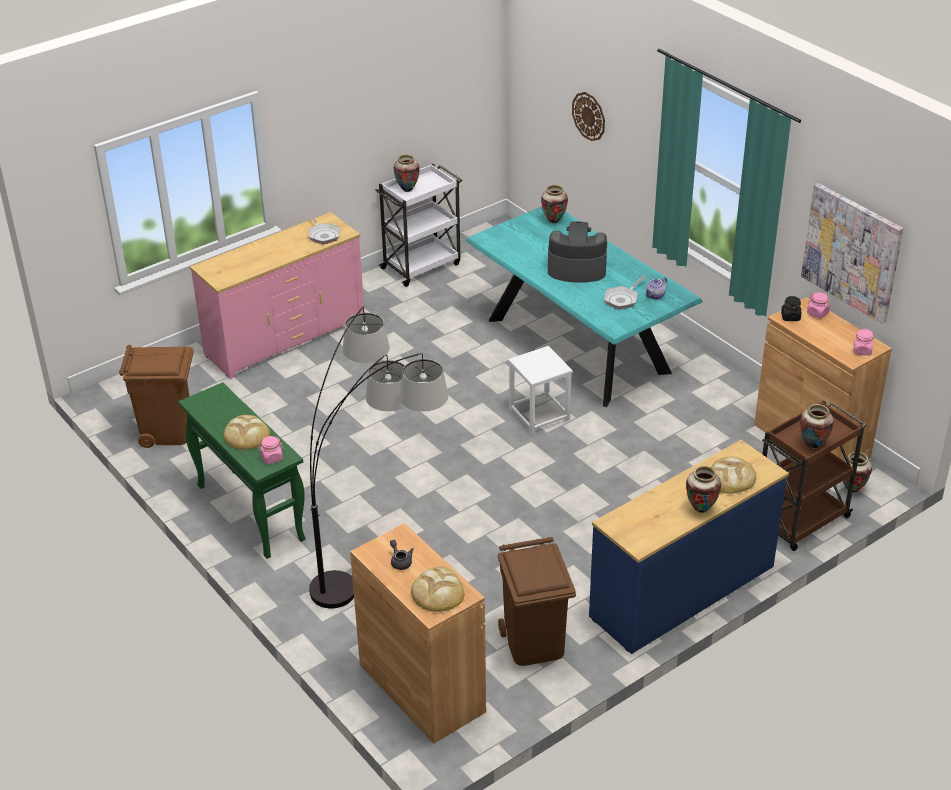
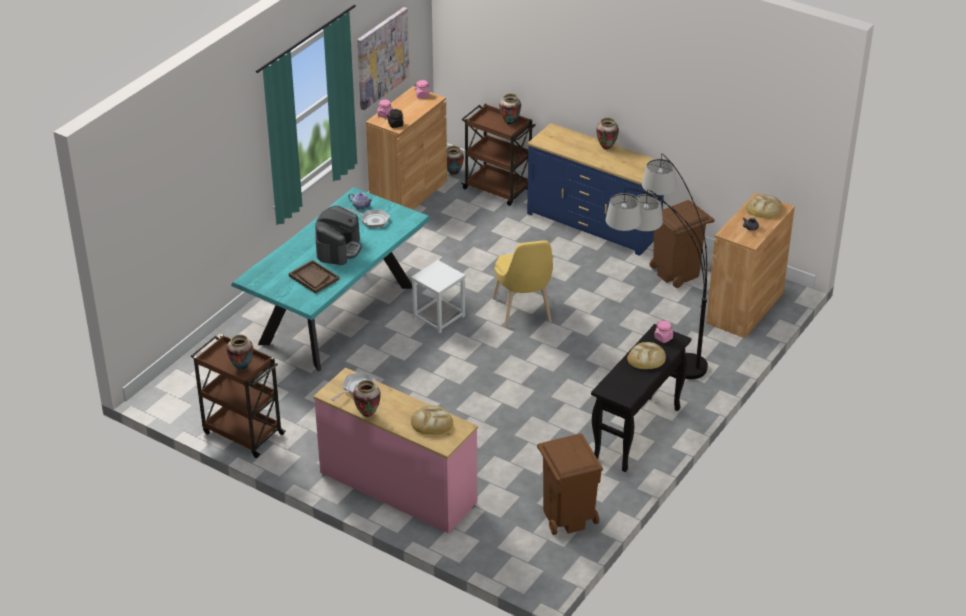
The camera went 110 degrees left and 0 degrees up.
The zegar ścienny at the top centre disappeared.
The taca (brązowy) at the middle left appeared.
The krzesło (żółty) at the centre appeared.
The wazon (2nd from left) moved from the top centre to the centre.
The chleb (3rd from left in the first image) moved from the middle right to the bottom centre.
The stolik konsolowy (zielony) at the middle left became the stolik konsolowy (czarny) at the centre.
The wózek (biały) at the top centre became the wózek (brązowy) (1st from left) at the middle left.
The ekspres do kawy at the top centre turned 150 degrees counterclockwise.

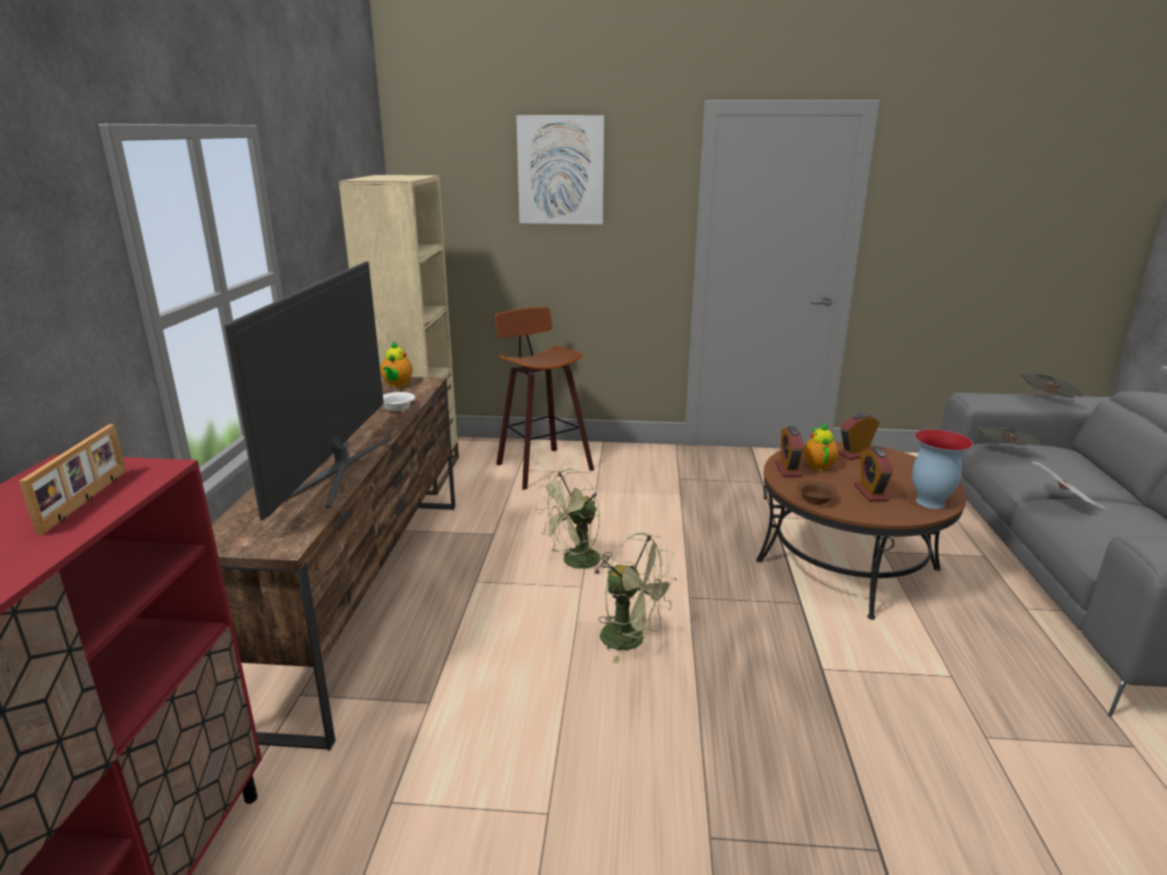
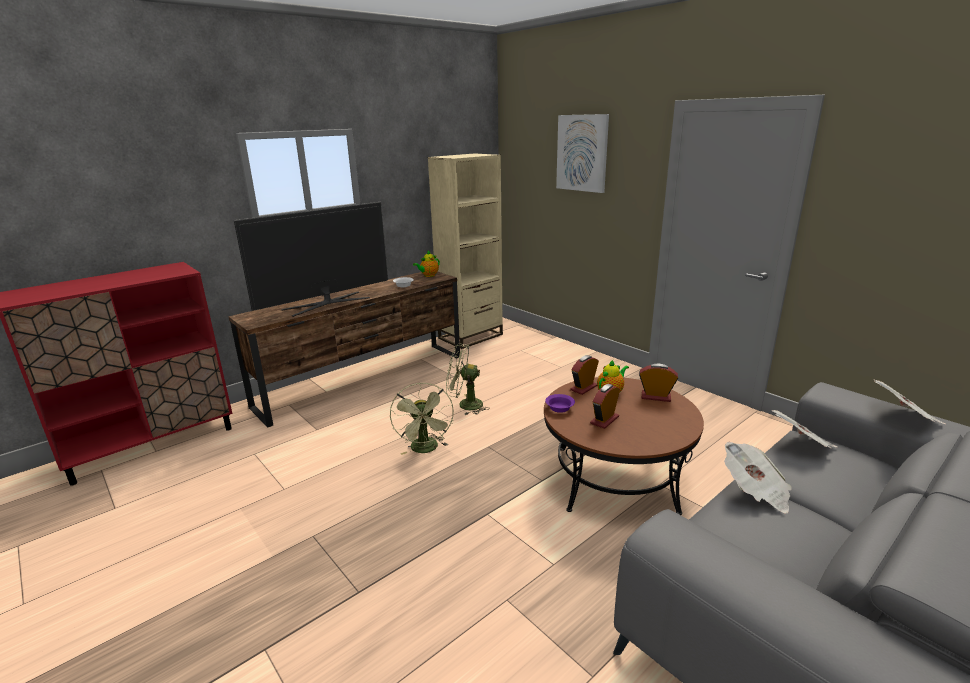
The camera went 45 degrees right and 0 degrees up.
The ramka na zdjęcie at the middle left disappeared.
The stołek at the centre disappeared.
The wazon at the middle right disappeared.
The miska (brązowy) at the middle right became the miska (fioletowy) at the centre.

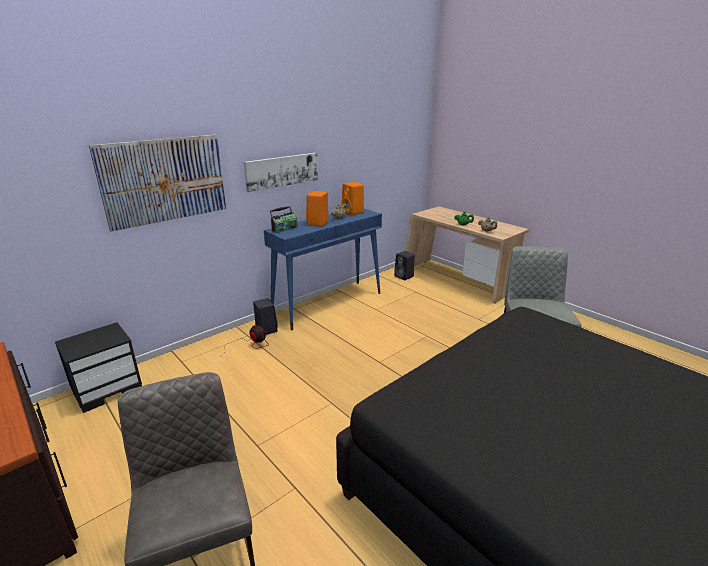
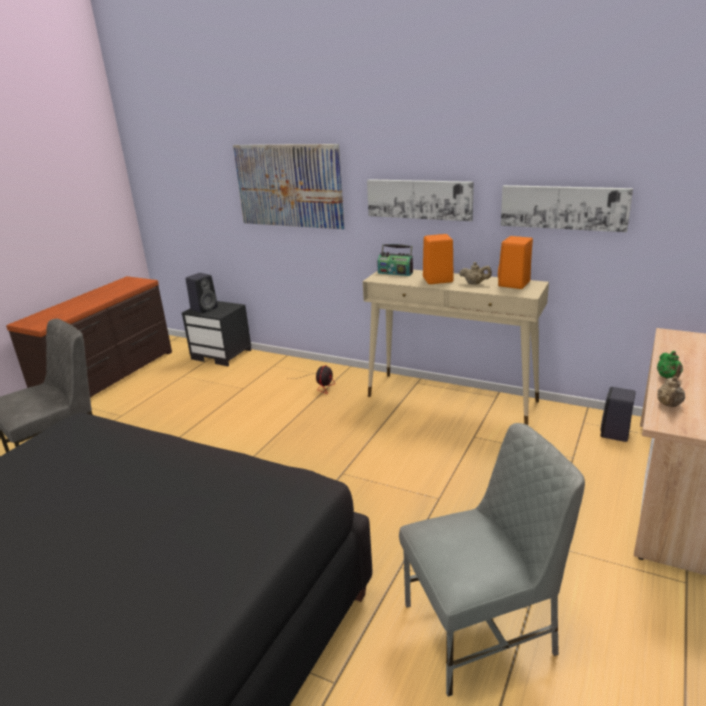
The camera went 70 degrees right and 0 degrees up.
The obraz (3rd from left) at the top right appeared.
The głośnik (czarny) (1st from left) moved from the centre to the middle left.
The stolik konsolowy (niebieski) at the centre became the stolik konsolowy (beżowy) at the centre.

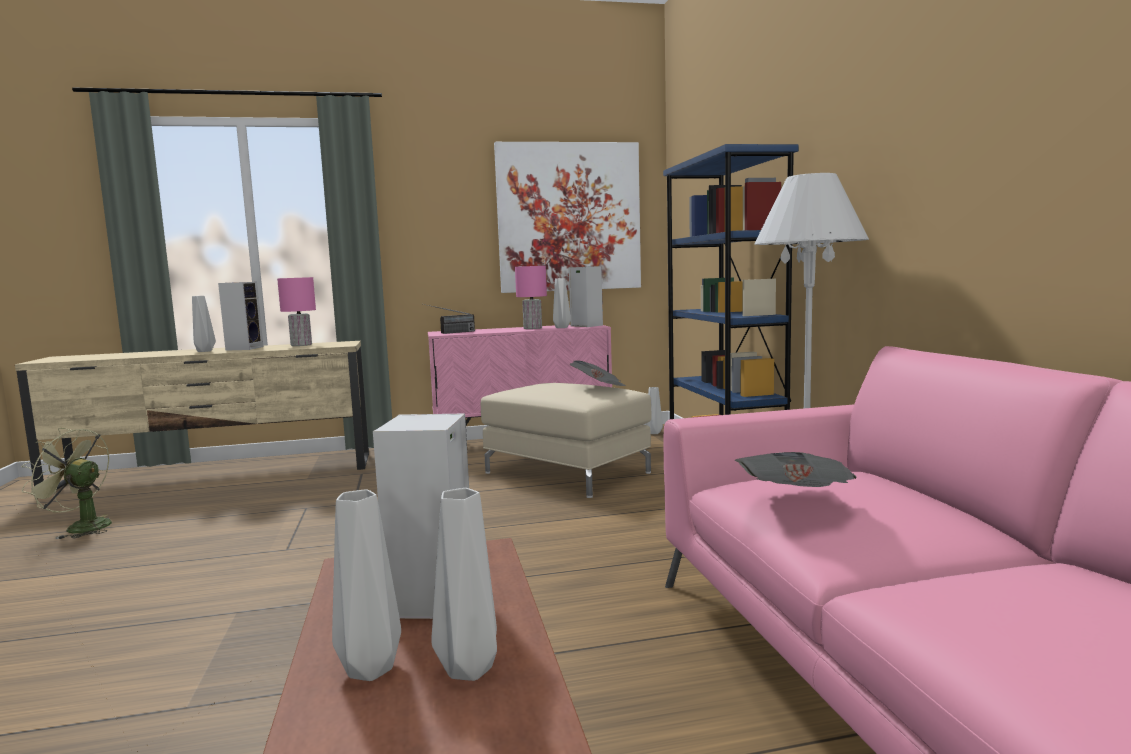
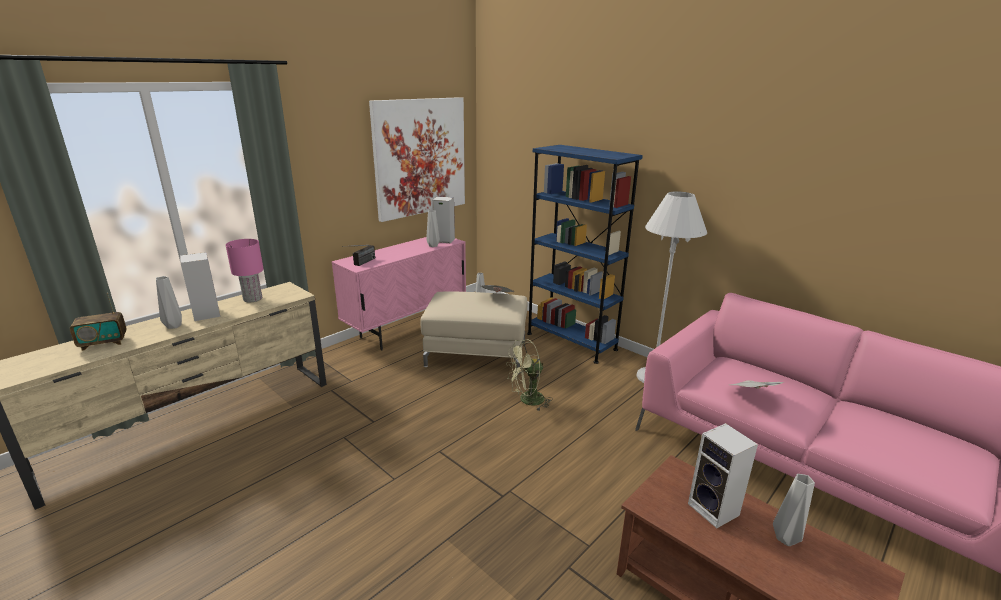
The camera went 35 degrees left and 15 degrees up.
The wazon (szary) (2nd from left) at the bottom left disappeared.
The lampa stołowa (różowy) (2nd from left) at the centre disappeared.
The radio (1st from left) at the middle left appeared.
The wentylator (zielony) moved from the middle left to the centre.

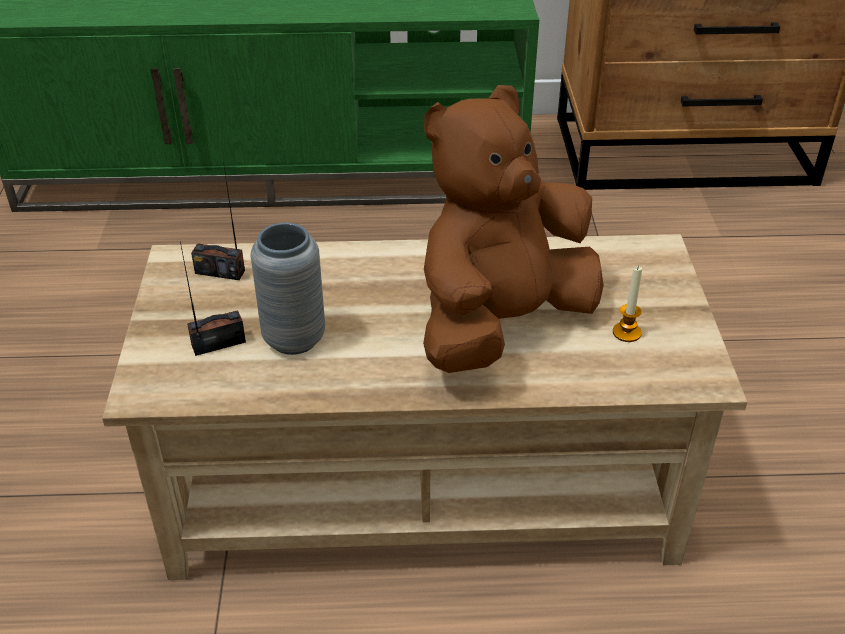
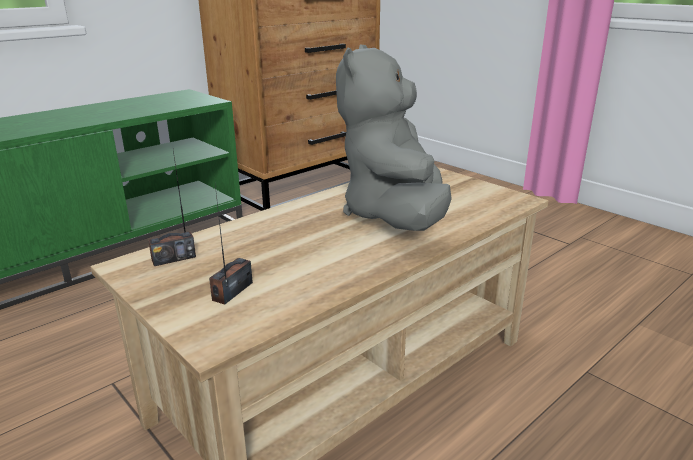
The camera went 40 degrees left and 15 degrees down.
The wazon (szary) at the centre disappeared.
The świeca at the middle right disappeared.
The pluszak (brązowy) at the centre became the pluszak (szary) at the top centre.

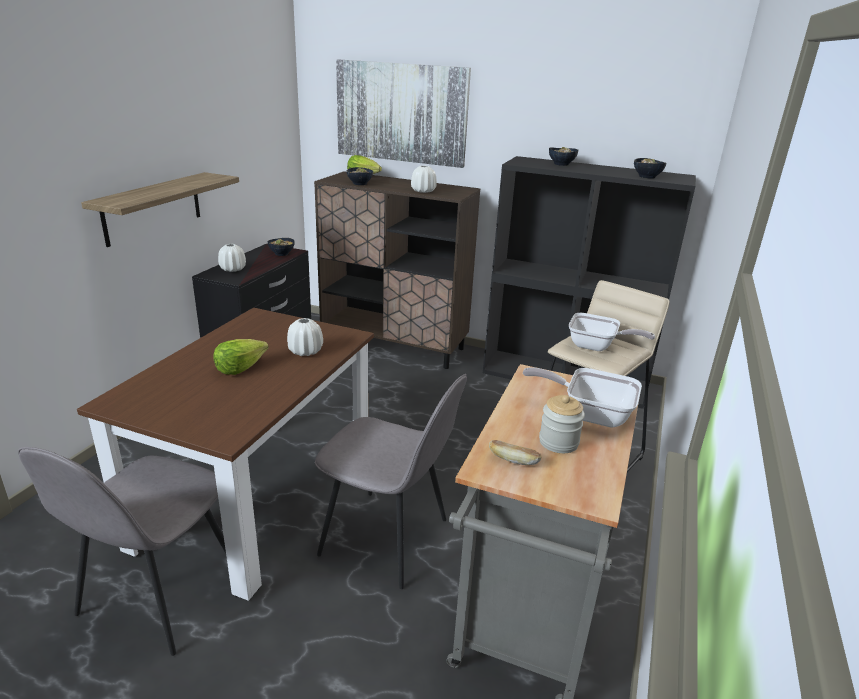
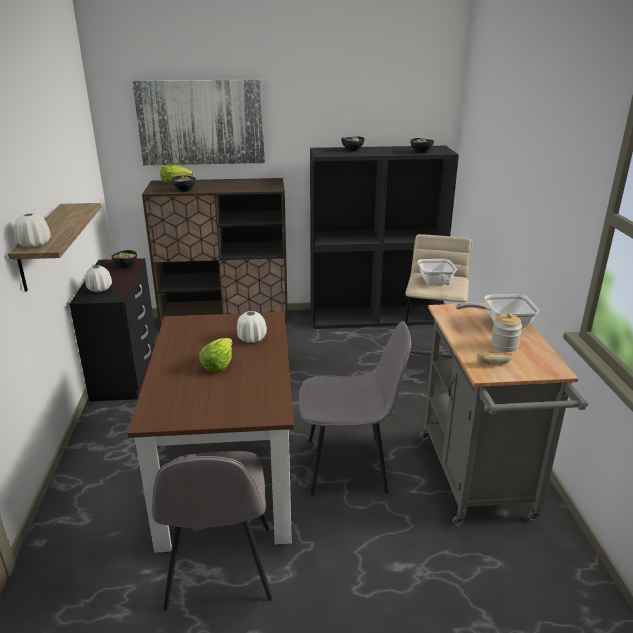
The camera went 25 degrees left and 0 degrees up.
The wazon (biały) (3rd from left in the first image) moved from the top centre to the middle left.
The patelnia (2nd from left in the first image) at the middle right turned 90 degrees clockwise.

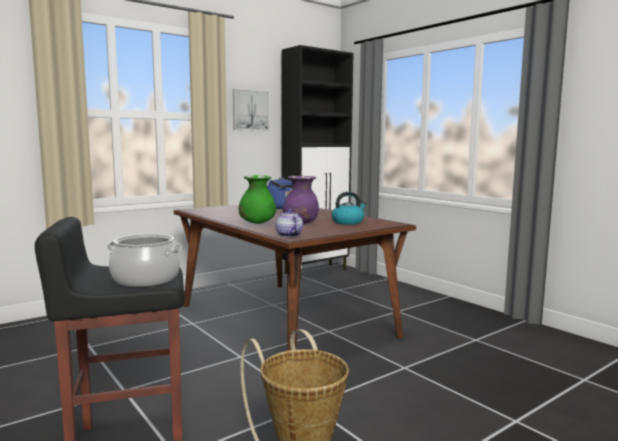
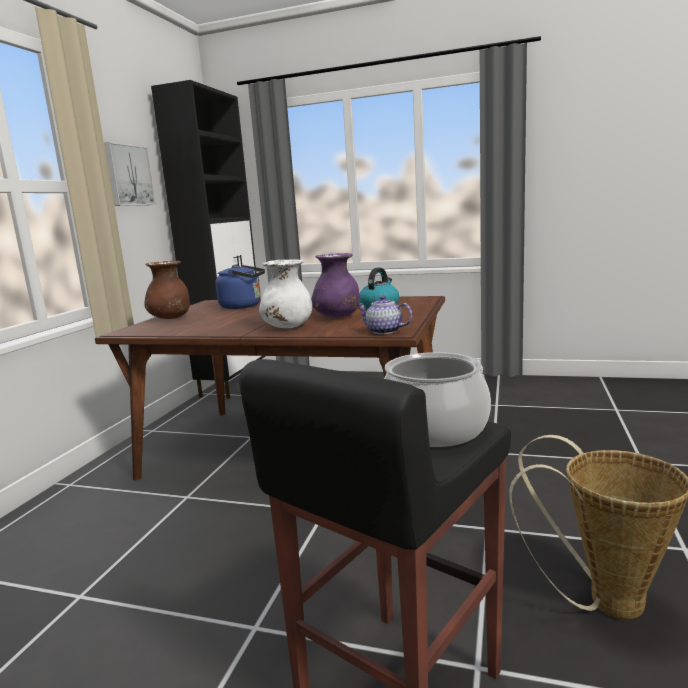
The camera went 35 degrees left and 5 degrees up.
The wazon (brązowy) at the middle left appeared.
The wazon (zielony) at the centre became the wazon (biały) at the centre.

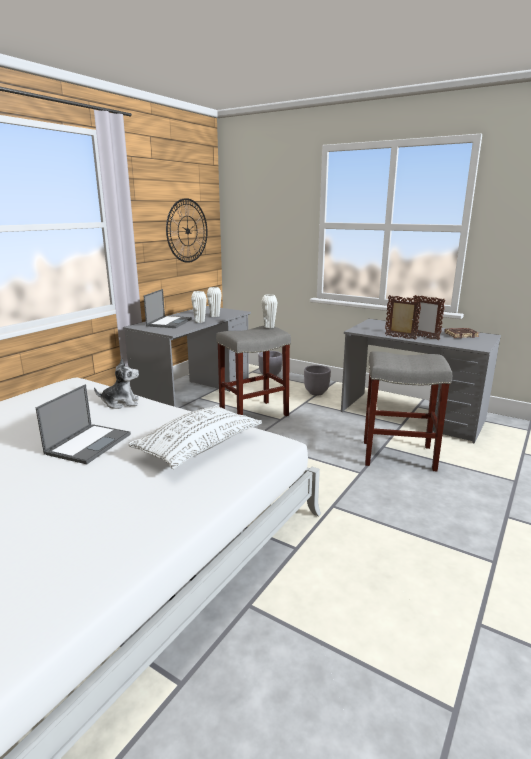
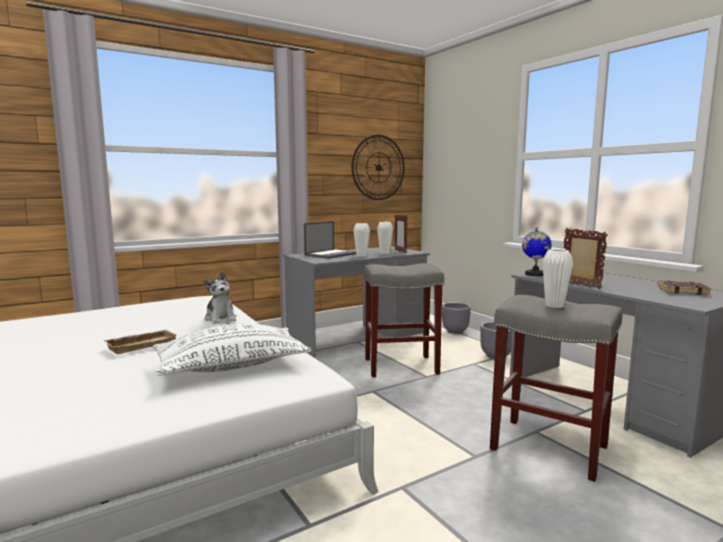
The camera went 25 degrees right and 10 degrees down.
The globus at the middle right appeared.
The wazon (biały) (3rd from left) moved from the centre to the middle right.
The ramka na zdjęcie (2nd from left in the first image) moved from the middle right to the centre.
The laptop (1st from left) at the middle left was replaced by the taca (beżowy) at the middle left.
The pluszak at the middle left turned 45 degrees clockwise.

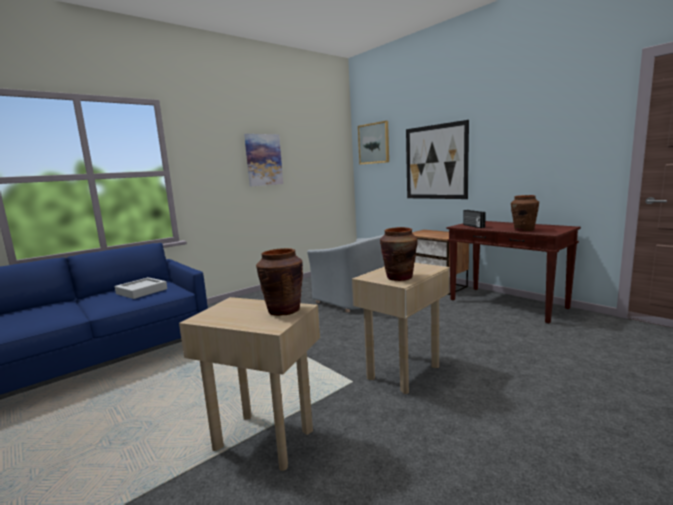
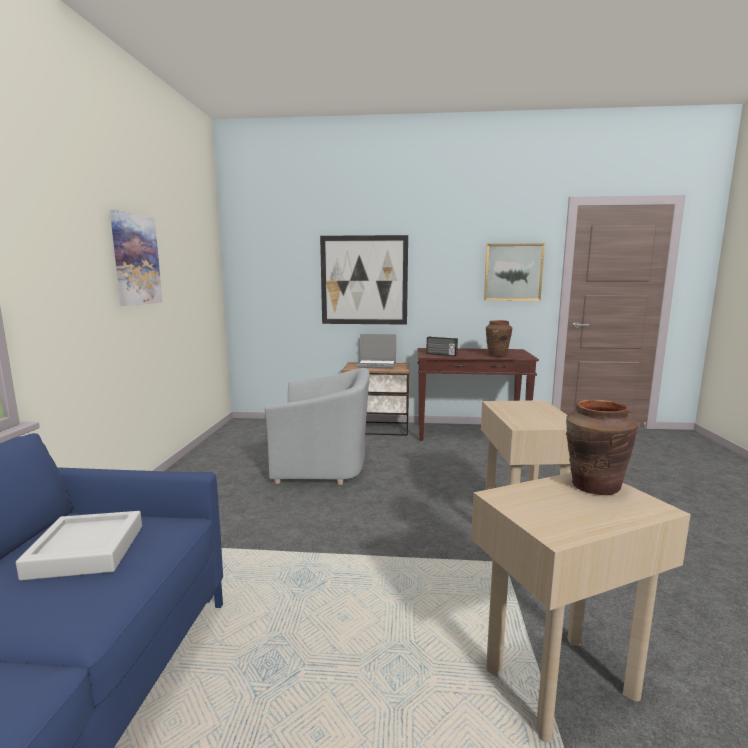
The camera went 45 degrees left and 0 degrees up.
The wazon (brązowy) (2nd from left) at the centre disappeared.
The laptop at the centre appeared.
The obraz (2nd from left in the first image) moved from the top centre to the middle right.

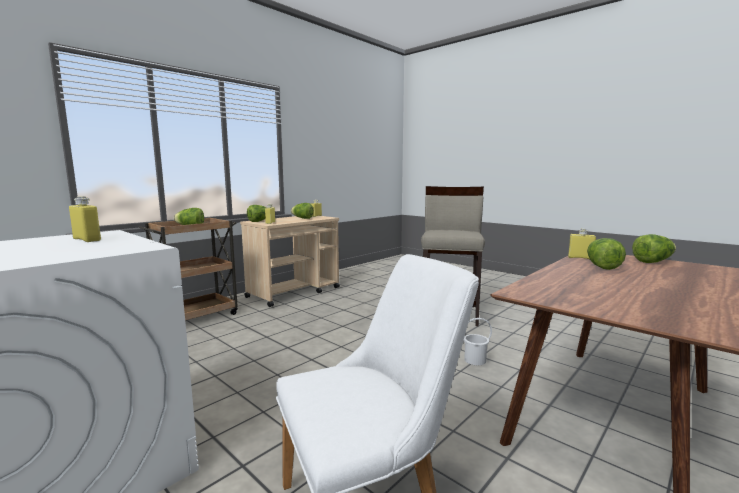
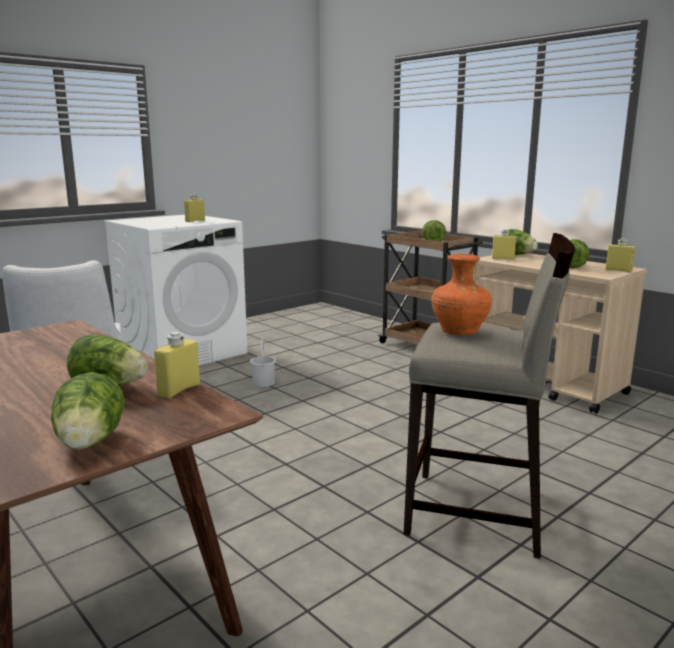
The camera went 95 degrees right and 5 degrees up.
The wazon (pomarańczowy) at the middle right appeared.
The wiadro (biały) moved from the bottom centre to the centre.

